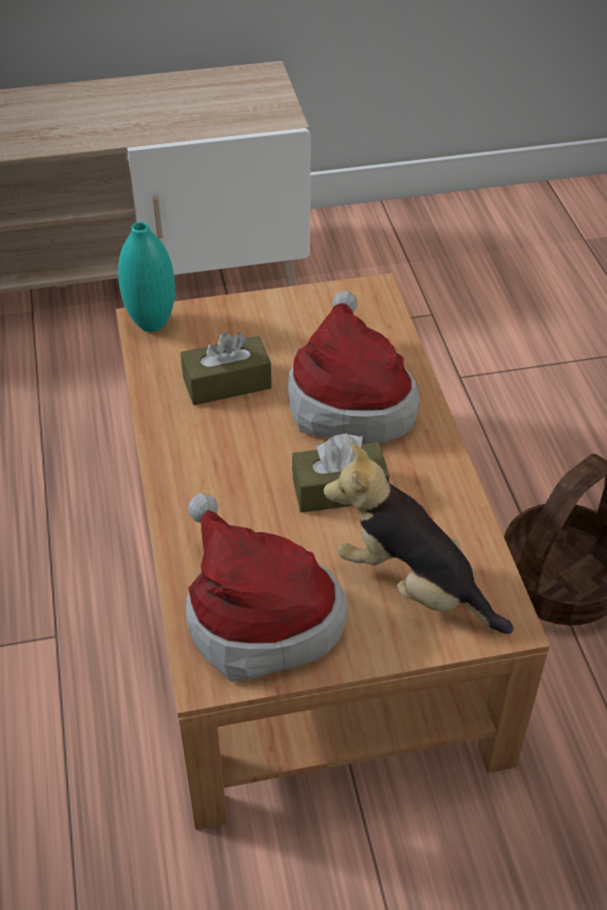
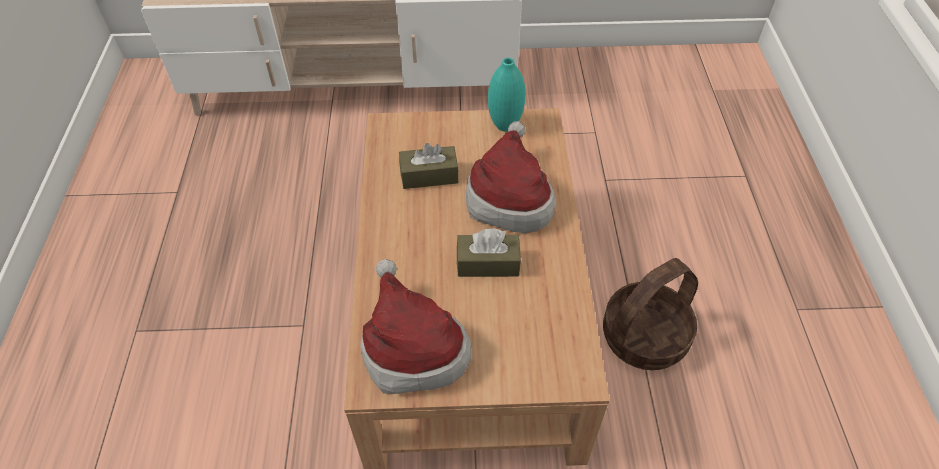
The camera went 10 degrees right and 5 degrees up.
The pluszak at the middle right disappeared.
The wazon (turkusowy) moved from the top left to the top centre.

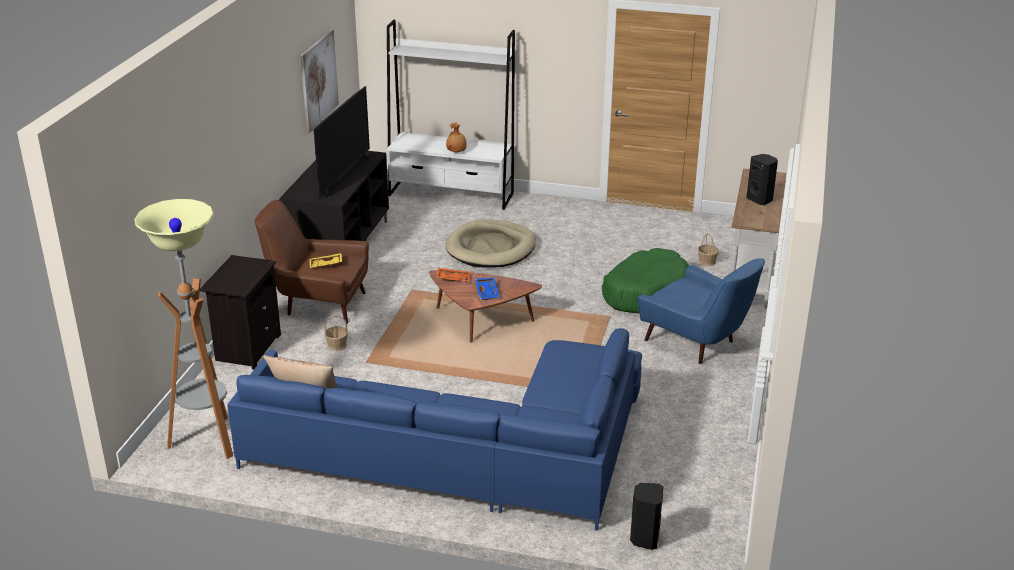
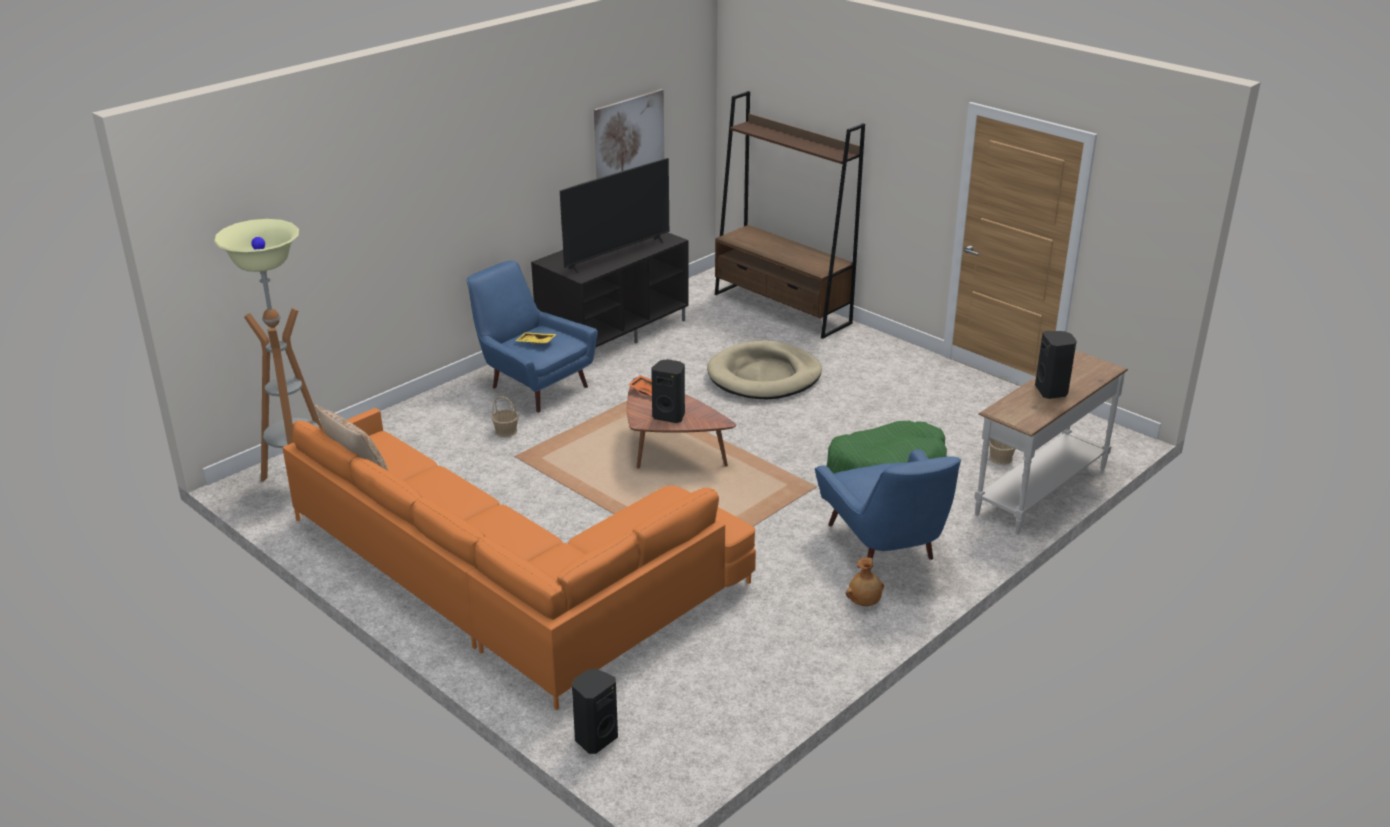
The camera went 30 degrees right and 0 degrees up.
The szafka nocna (czarny) at the middle left disappeared.
The wazon (brązowy) moved from the top centre to the bottom centre.
The taca (niebieski) at the centre was replaced by the głośnik (czarny) (2nd from left) at the centre.
The kanapa (niebieski) at the bottom centre became the kanapa (pomarańczowy) at the bottom centre.
The fotel (brązowy) at the middle left became the fotel (niebieski) (1st from left) at the centre.
The regał (biały) at the top centre became the regał (brązowy) at the top centre.

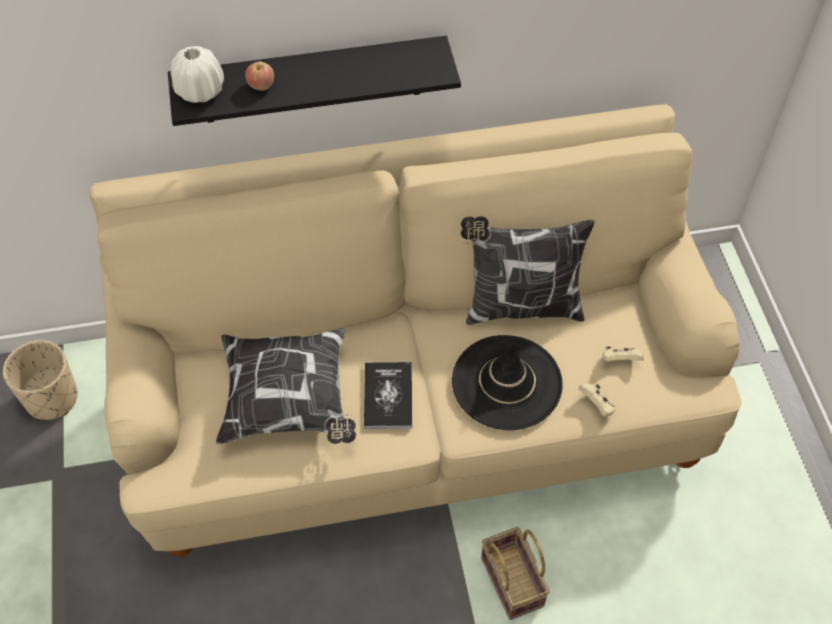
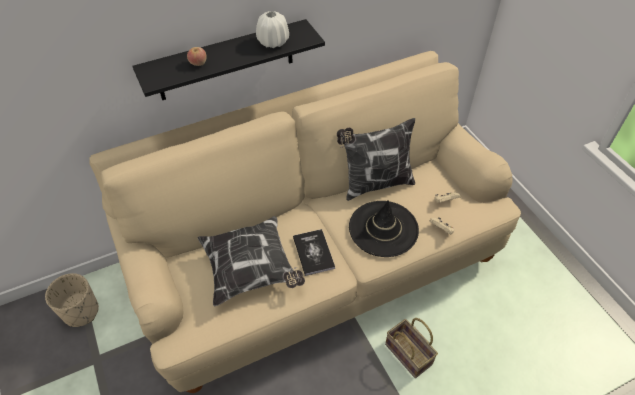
The camera went 15 degrees left and 5 degrees down.
The wazon (biały) moved from the top left to the top centre.

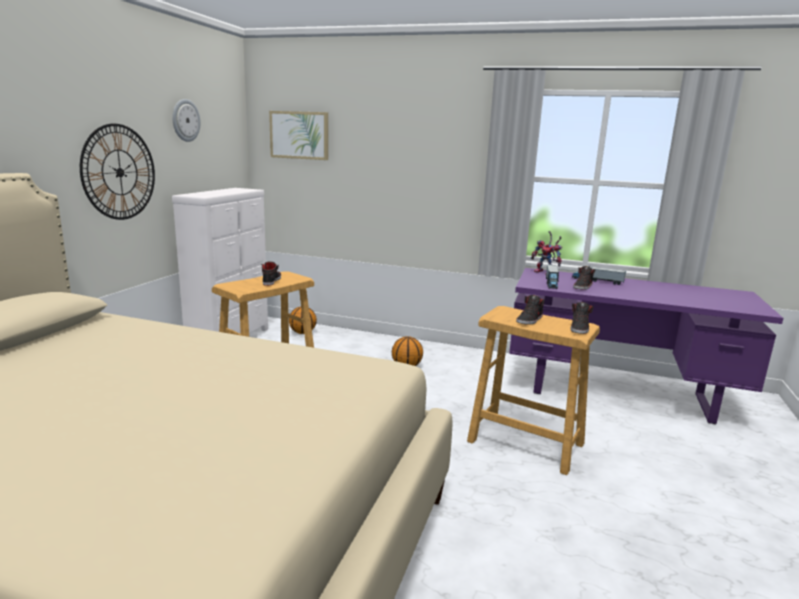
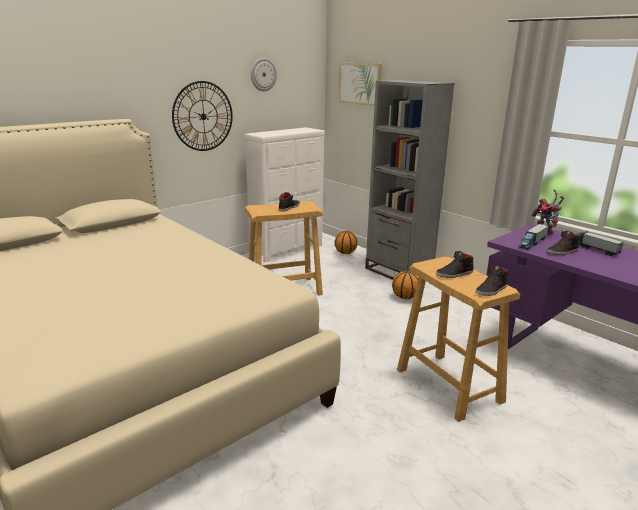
The camera went 30 degrees right and 5 degrees up.
The regał (szary) at the centre appeared.

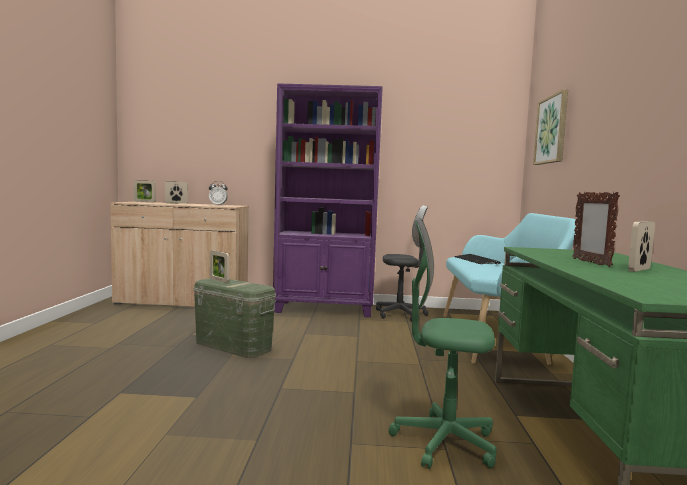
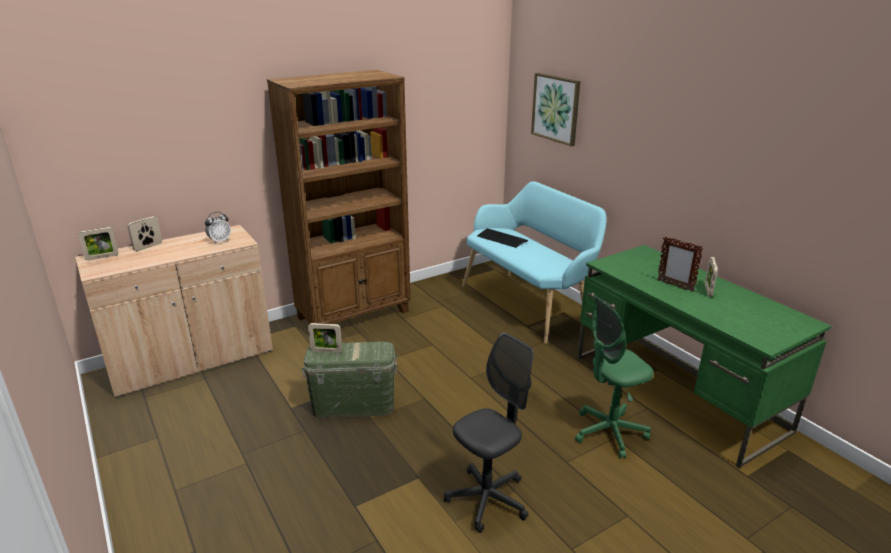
The camera went 35 degrees left and 20 degrees up.
The krzesło biurowe (szary) moved from the centre to the bottom centre.
The regał (fioletowy) at the centre became the regał (brązowy) at the centre.

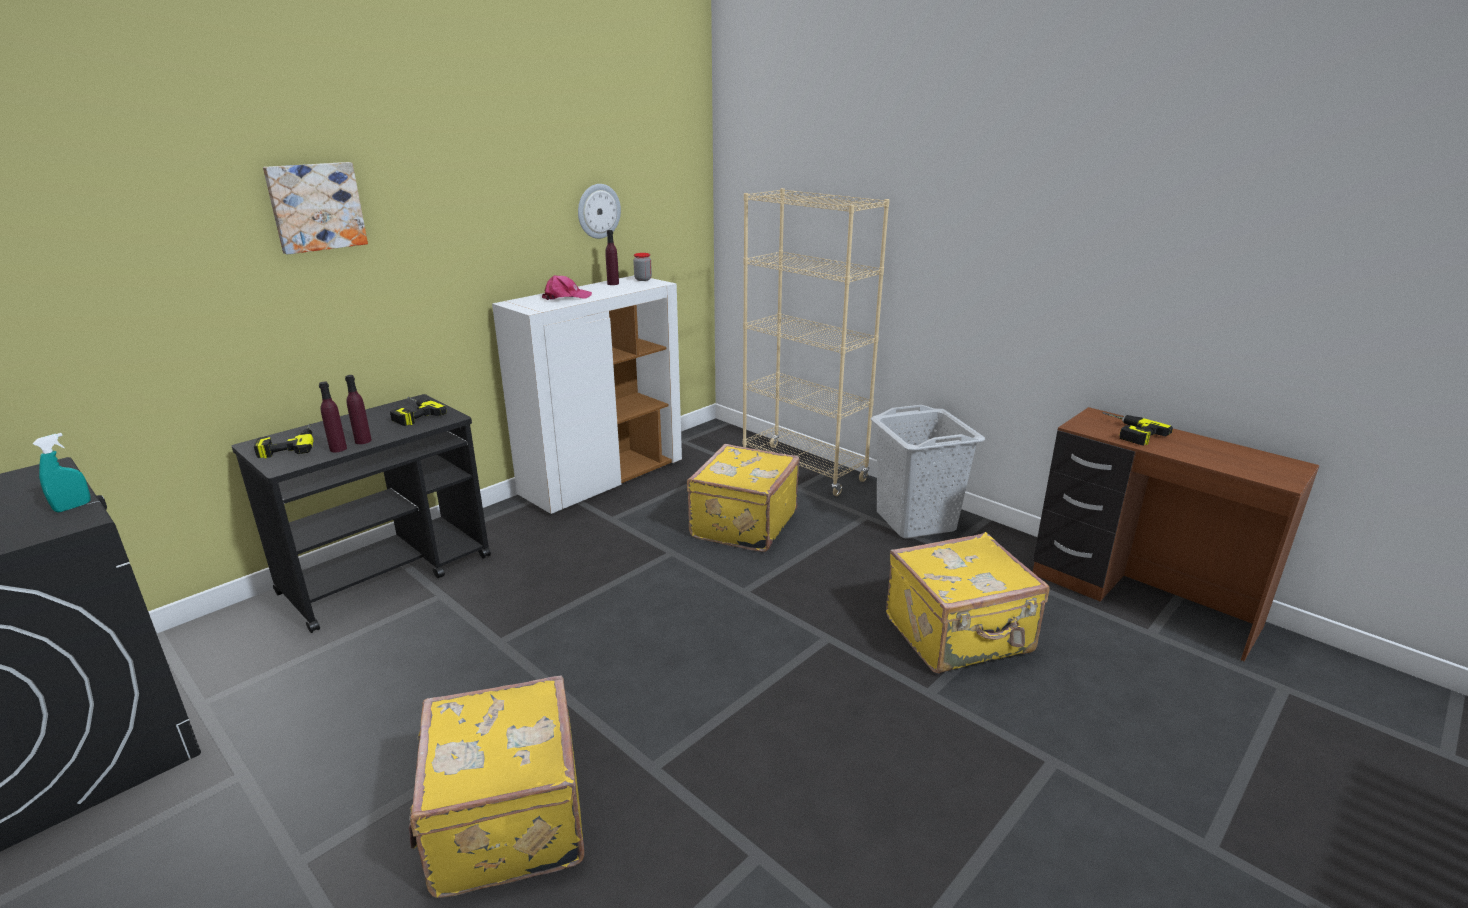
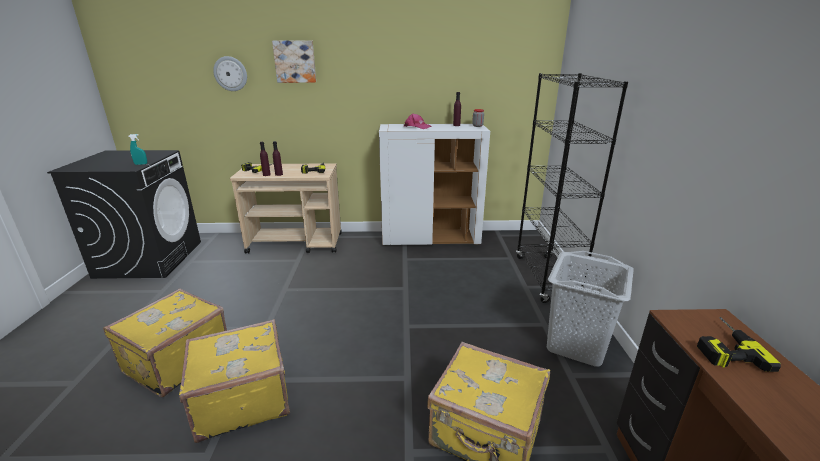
The camera went 45 degrees right and 0 degrees up.
The zegar ścienny moved from the top centre to the top left.
The walizka (żółty) (2nd from left) moved from the centre to the bottom left.
The wózek (czarny) at the middle left became the wózek (beżowy) at the centre.
The regał (beżowy) at the centre became the regał (czarny) at the middle right.

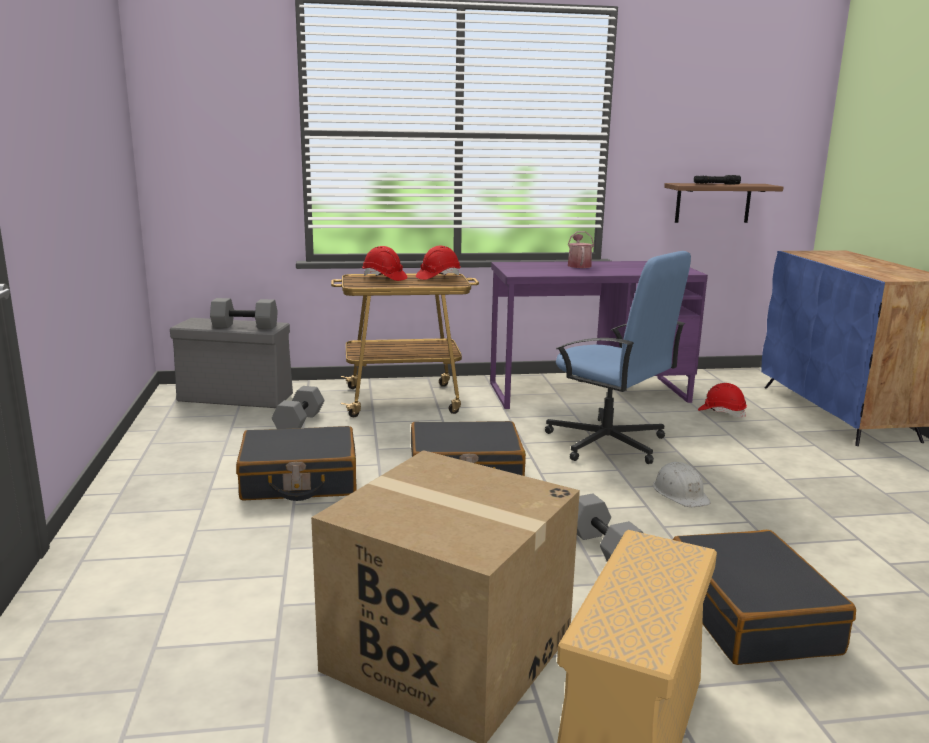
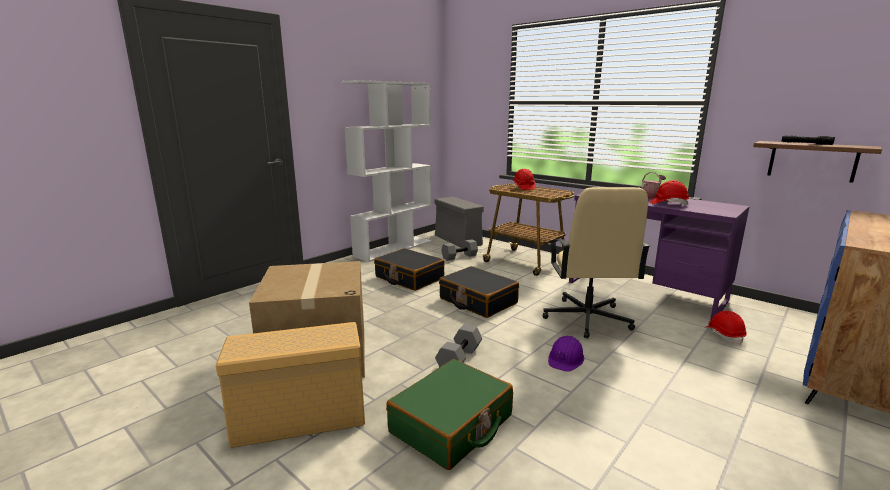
The camera went 50 degrees right and 0 degrees up.
The hantel (szary) (1st from left) at the middle left disappeared.
The regał (biały) at the centre appeared.
The kask (czerwony) (2nd from left) moved from the centre to the middle right.
The krzesło biurowe (niebieski) at the centre became the krzesło biurowe (beżowy) at the middle right.
The kask (biały) at the middle right became the kask (fioletowy) at the bottom centre.
The walizka (czarny) (3rd from left) at the bottom right became the walizka (zielony) at the bottom centre.

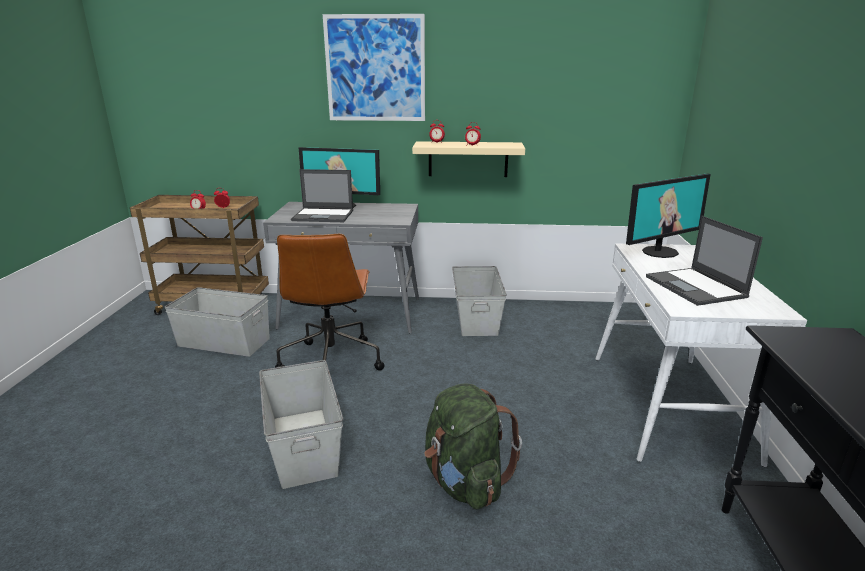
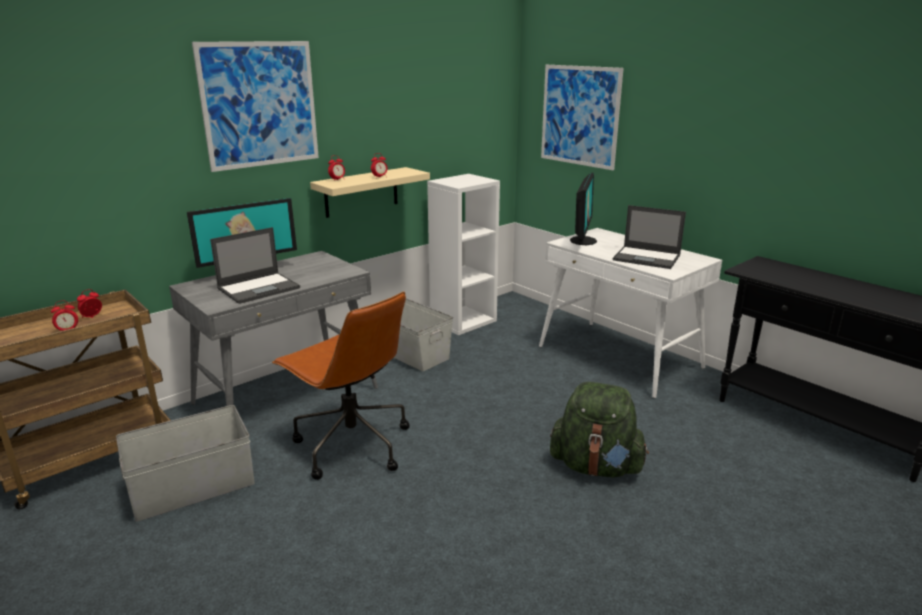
The camera went 45 degrees left and 0 degrees up.
The pojemnik do przechowywania (szary) (2nd from left) at the bottom centre disappeared.
The regał (biały) at the centre appeared.
The obraz (2nd from left) at the top centre appeared.

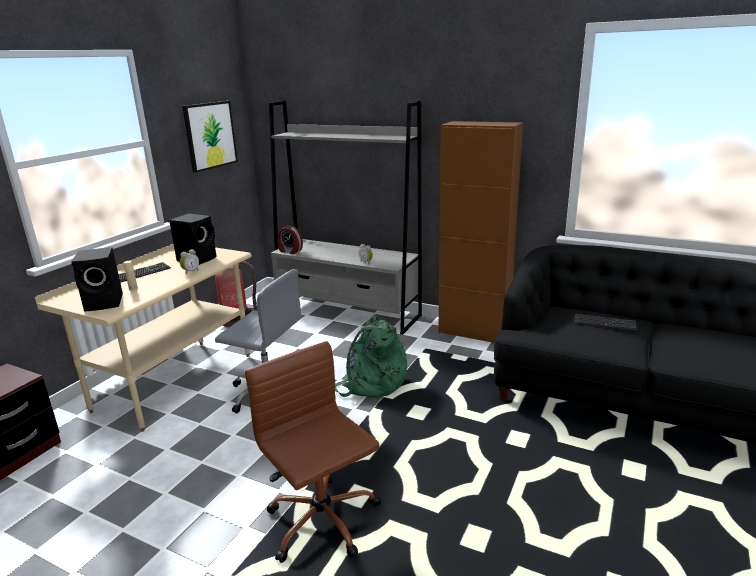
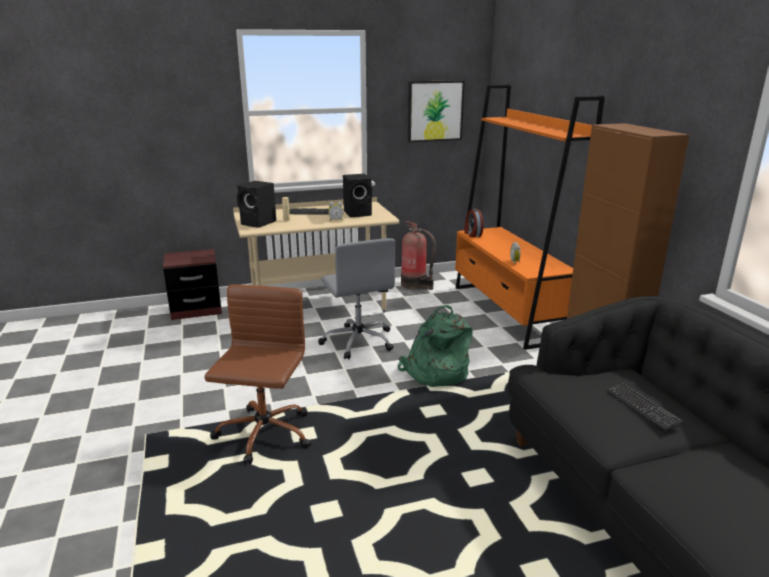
The camera went 45 degrees right and 0 degrees up.
The regał (szary) at the centre became the regał (pomarańczowy) at the middle right.

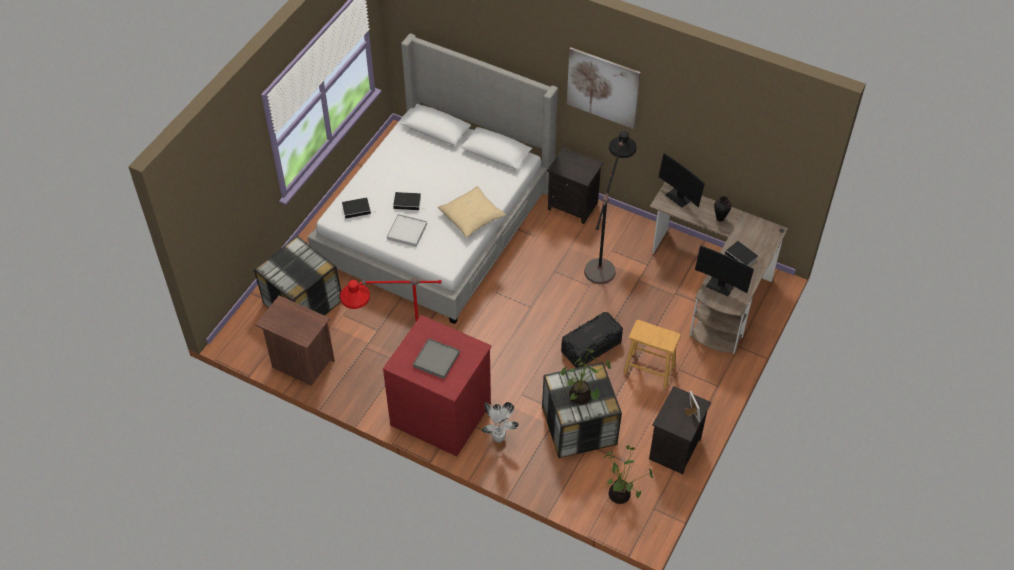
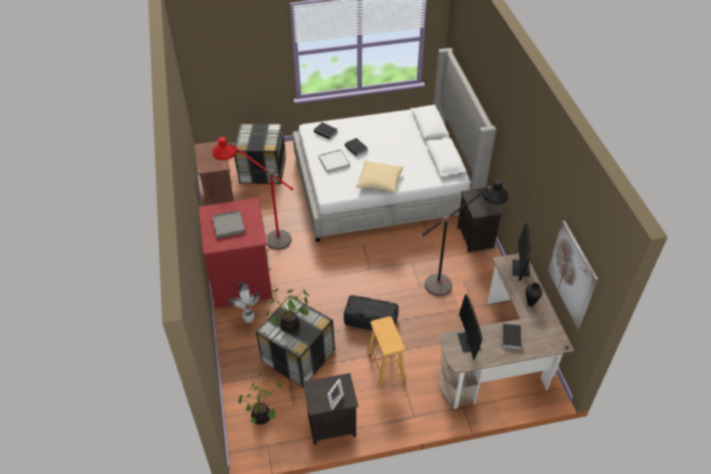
The camera went 50 degrees right and 5 degrees down.
The obraz moved from the top centre to the middle right.

